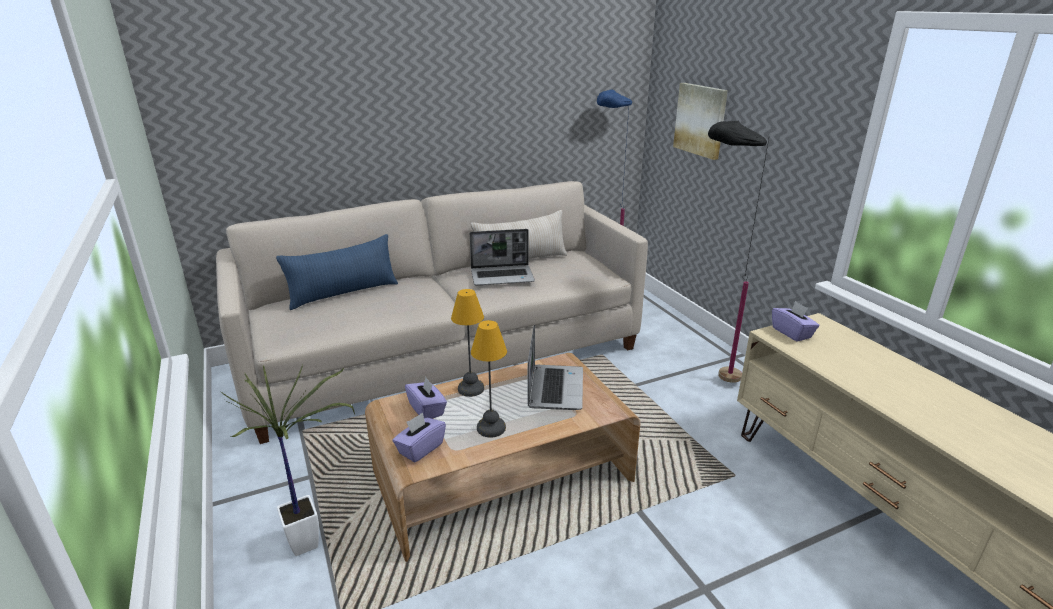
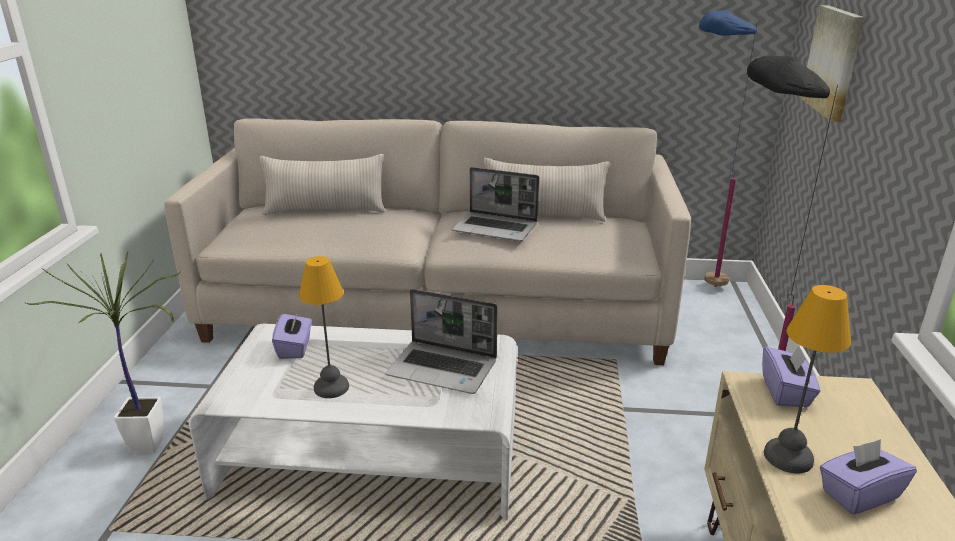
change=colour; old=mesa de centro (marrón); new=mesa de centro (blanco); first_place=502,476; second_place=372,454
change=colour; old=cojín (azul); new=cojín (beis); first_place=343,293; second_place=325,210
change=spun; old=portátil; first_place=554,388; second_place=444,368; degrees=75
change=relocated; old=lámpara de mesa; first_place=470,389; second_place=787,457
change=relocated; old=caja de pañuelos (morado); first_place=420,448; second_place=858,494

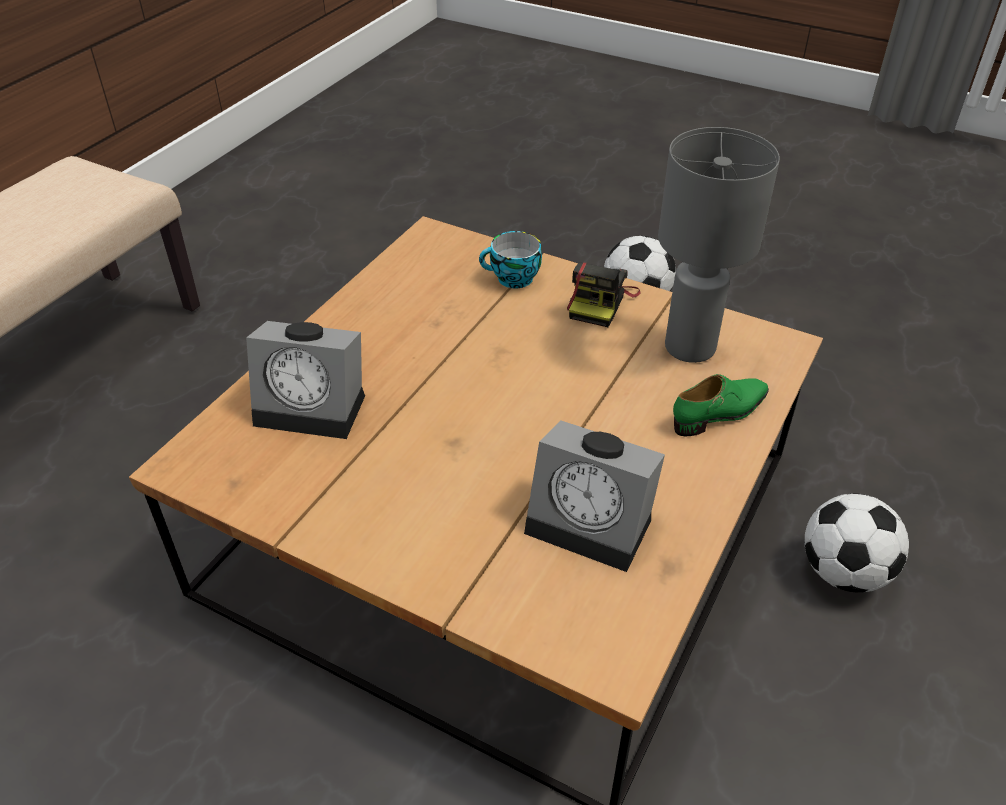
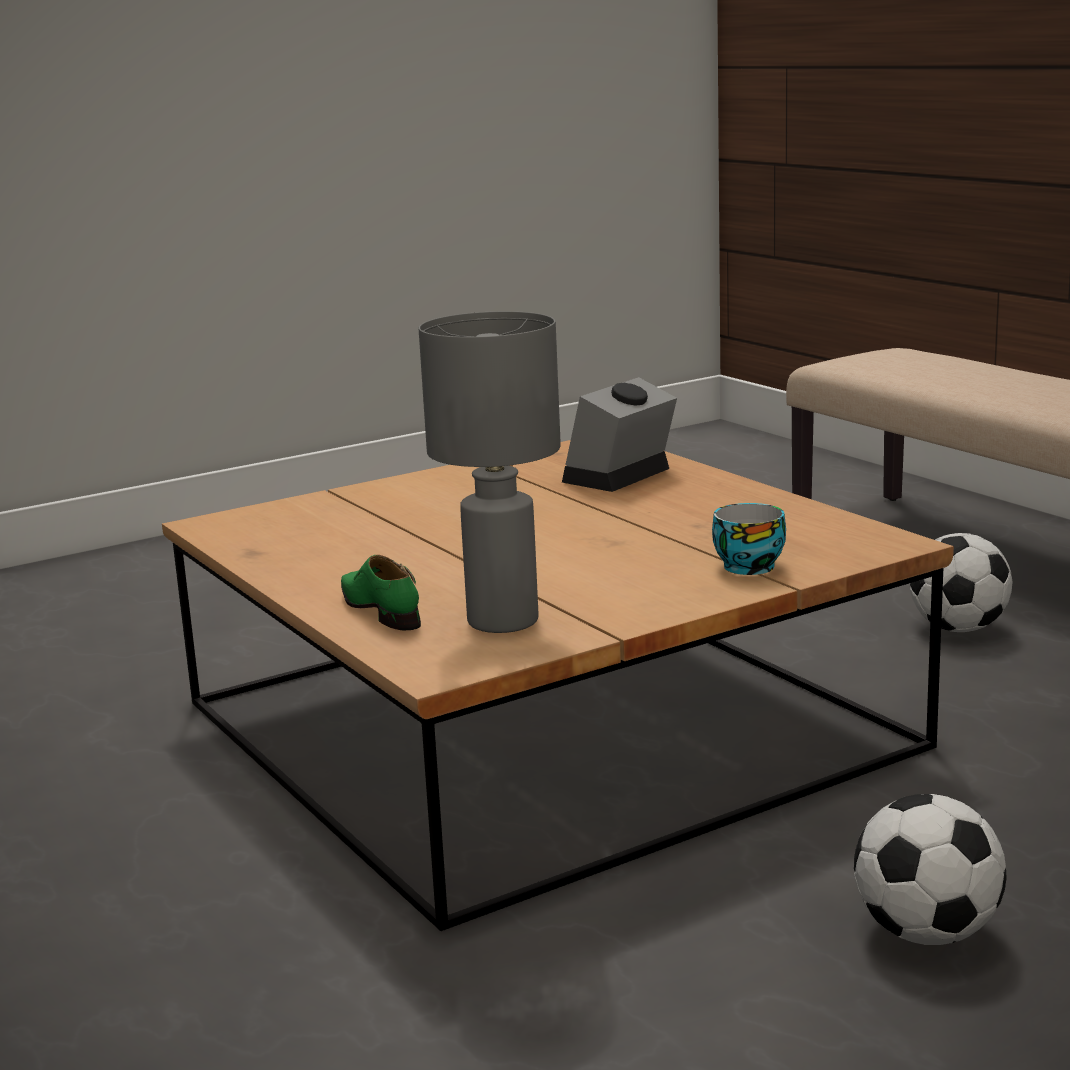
change=spun; old=zapato (verde); first_place=720,413; second_place=381,610; degrees=150
change=relocated; old=balón de fútbol; first_place=843,572; second_place=958,629
change=missing; old=despertador; first_place=594,523
change=missing; old=cámara; first_place=600,302

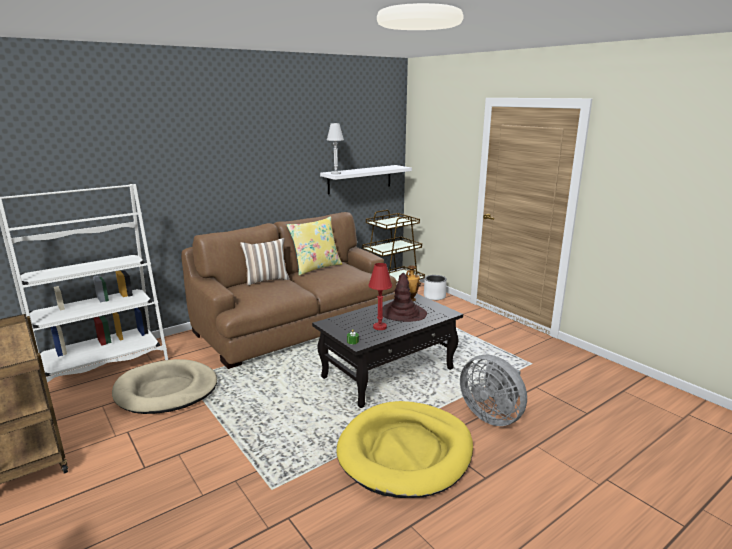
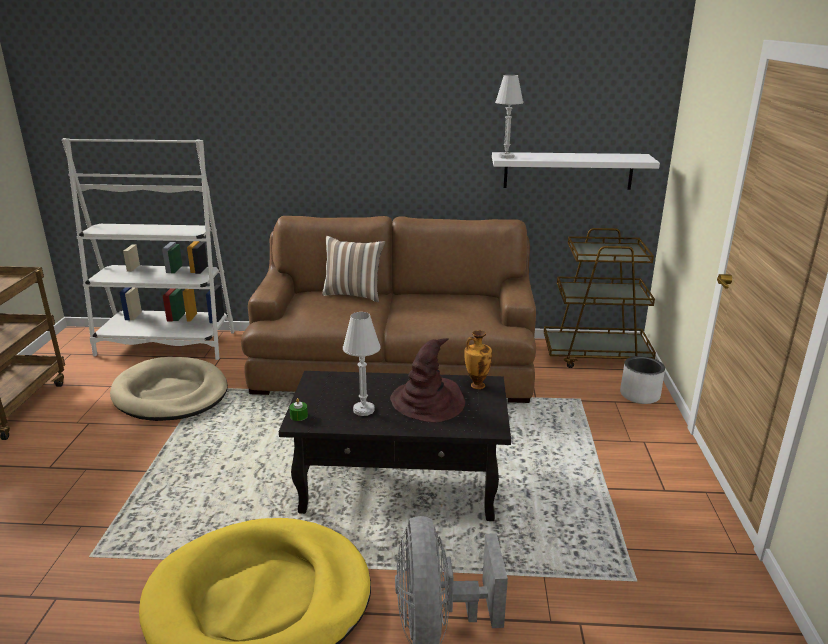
change=colour; old=lámpara de mesa (rojo); new=lámpara de mesa (blanco); first_place=379,327; second_place=363,410
change=missing; old=cojín (amarillo); first_place=316,267

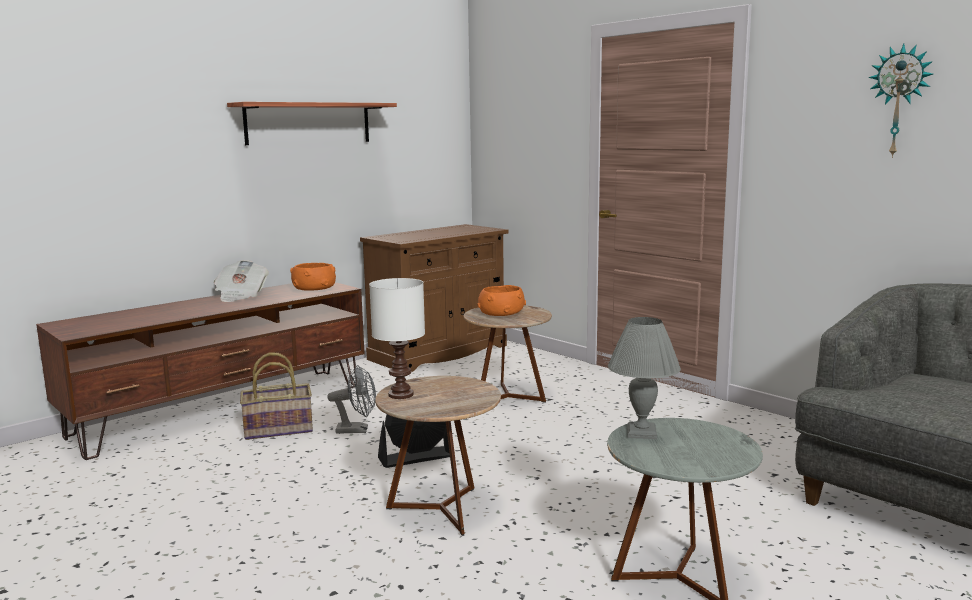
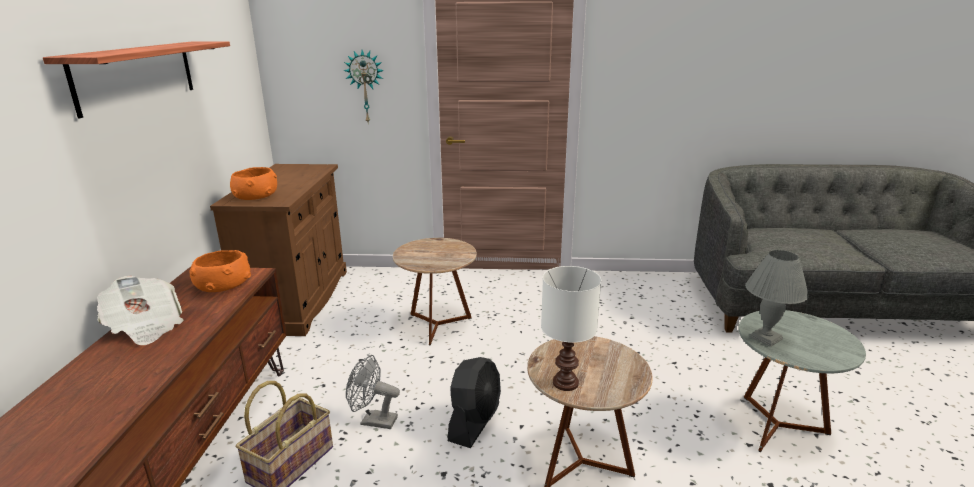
change=relocated; old=cuenco (naranja); first_place=501,314; second_place=256,196
change=relocated; old=reloj de pared; first_place=899,101; second_place=365,87
change=spun; old=ventilador (gris); first_place=357,430; second_place=373,421; degrees=-120

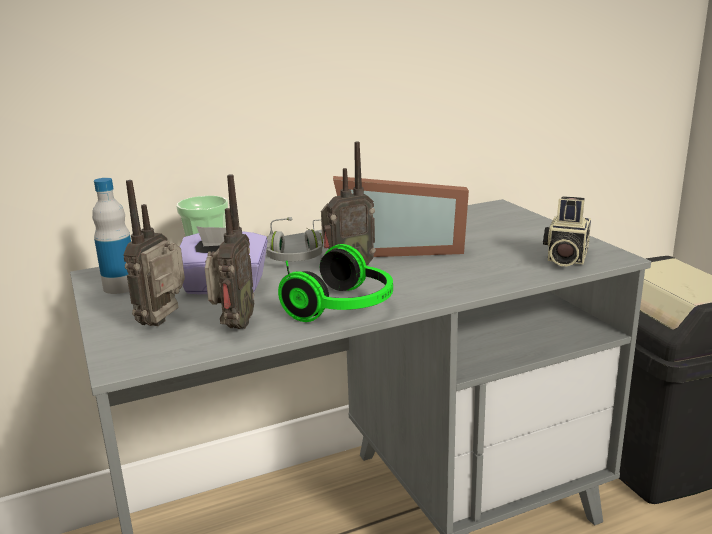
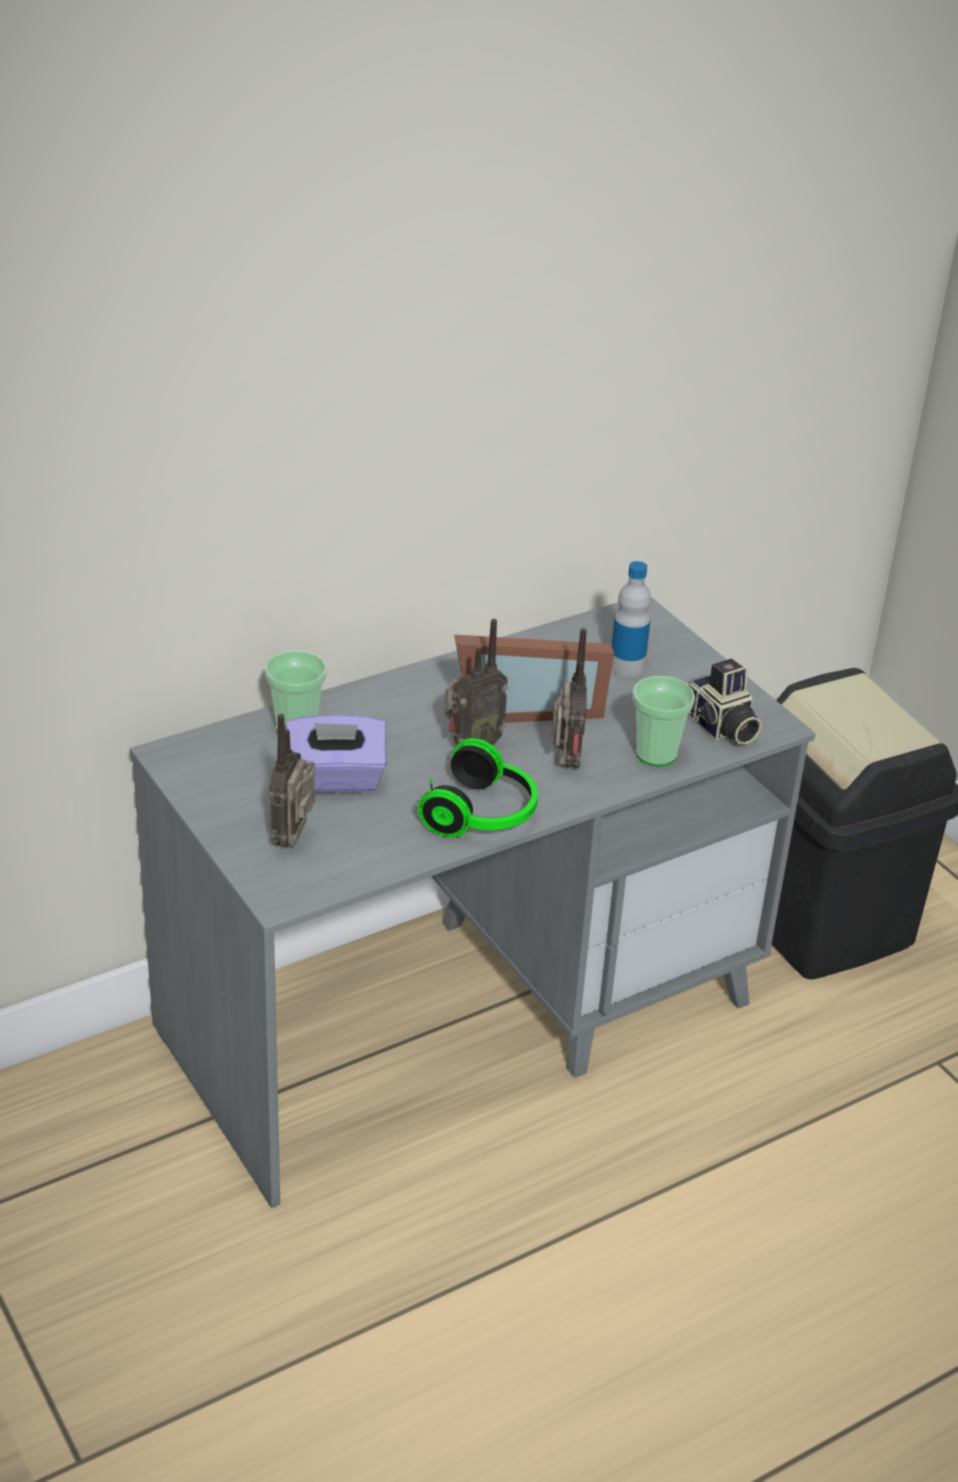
change=relocated; old=radio; first_place=233,327; second_place=564,763
change=relocated; old=botella; first_place=120,287; second_place=627,666
change=appeared; new=taza; second_place=656,754
change=spun; old=cámara; first_place=564,258; second_place=720,727; degrees=-45
change=missing; old=auriculares (gris); first_place=299,254

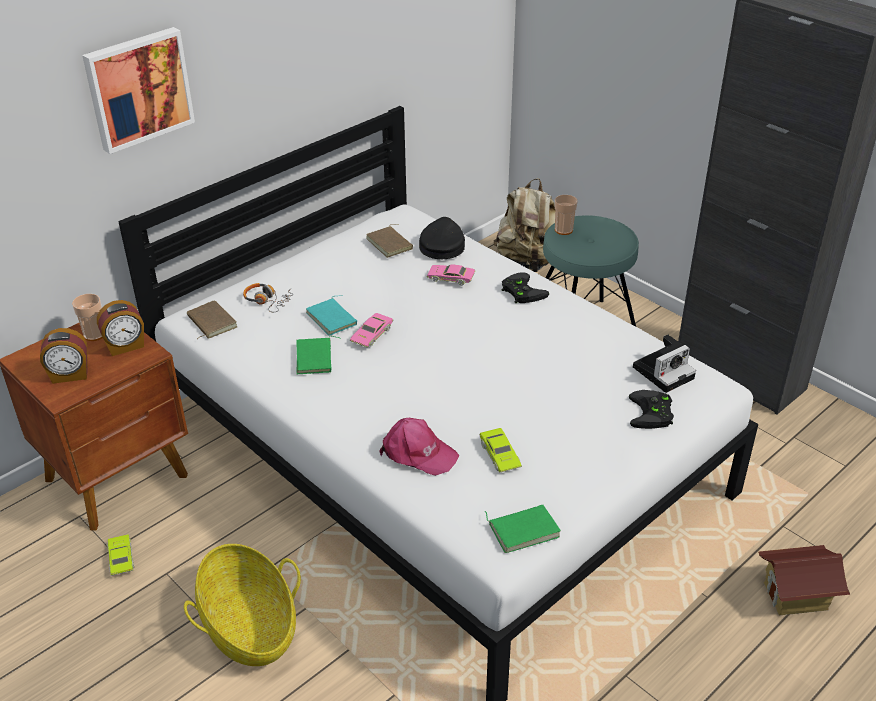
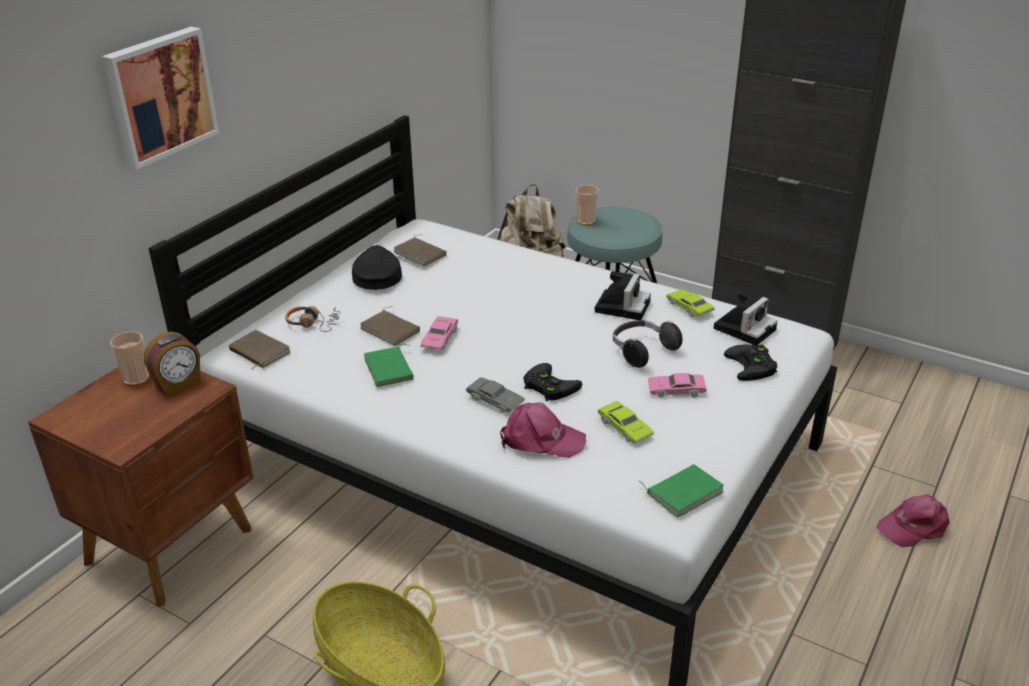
change=relocated; old=gorra (negro); first_place=442,245; second_place=376,276
change=colour; old=libro (turquesa); new=libro (marrón); first_place=333,319; second_place=391,330
change=appeared; new=coche de juguete (gris); second_place=495,400
change=relocated; old=mando de consola (negro); first_place=521,291; second_place=547,386
change=appeared; new=cámara; second_place=622,306
change=appeared; new=auriculares; second_place=642,351
change=relocated; old=coche de juguete (rosa); first_place=451,278; second_place=676,390
change=relocated; old=coche de juguete (verde); first_place=121,559; second_place=689,307
change=exchanged; old=casita; new=gorra (rosa); first_place=795,597; second_place=913,526
change=missing; old=despertador; first_place=70,375

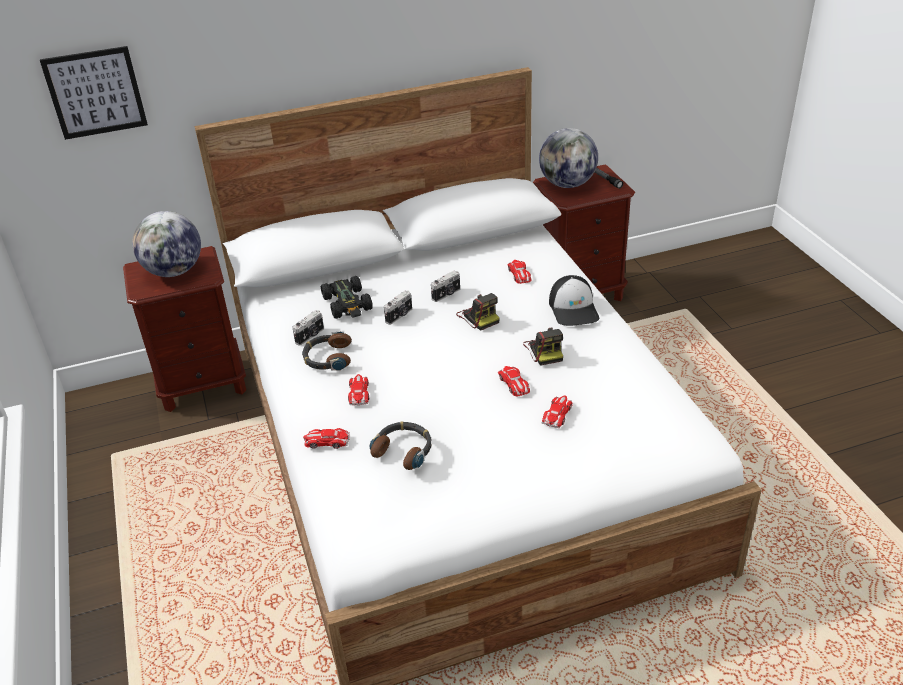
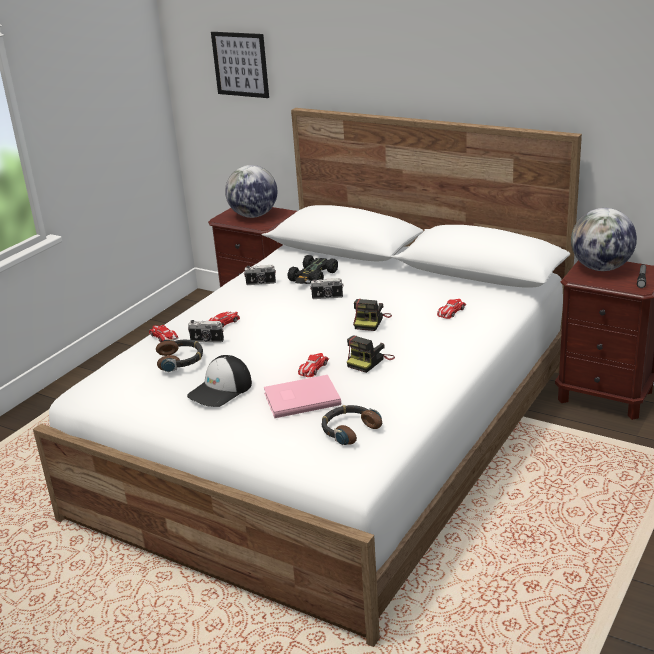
change=relocated; old=gorra; first_place=574,309; second_place=221,390
change=relocated; old=cámara; first_place=447,294; second_place=206,341
change=exchanged; old=coche de juguete; new=libro (rosa); first_place=557,414; second_place=300,398
change=relocated; old=auriculares; first_place=327,358; second_place=349,429

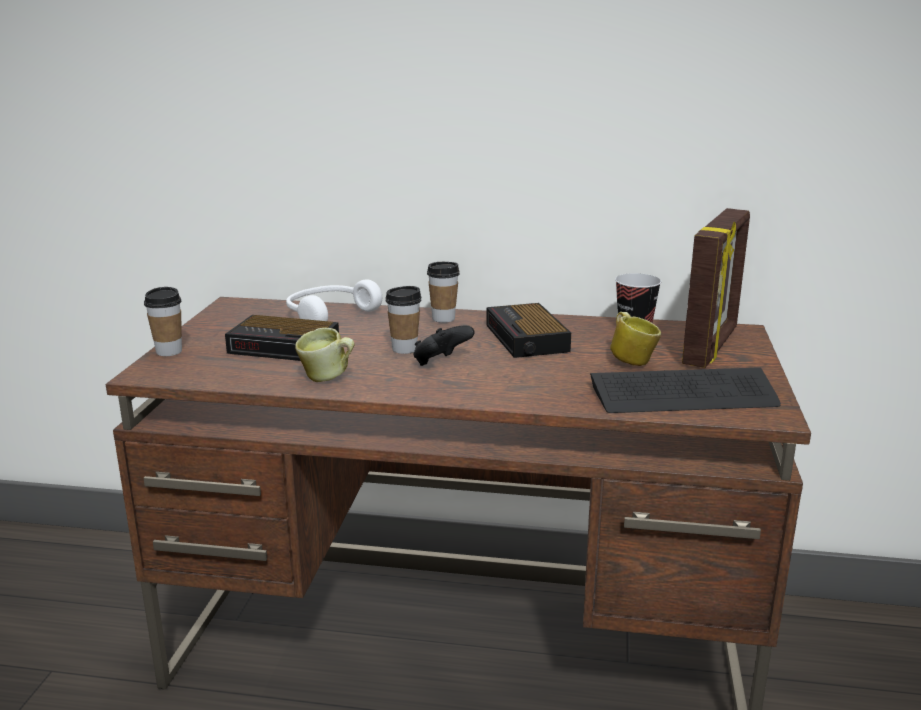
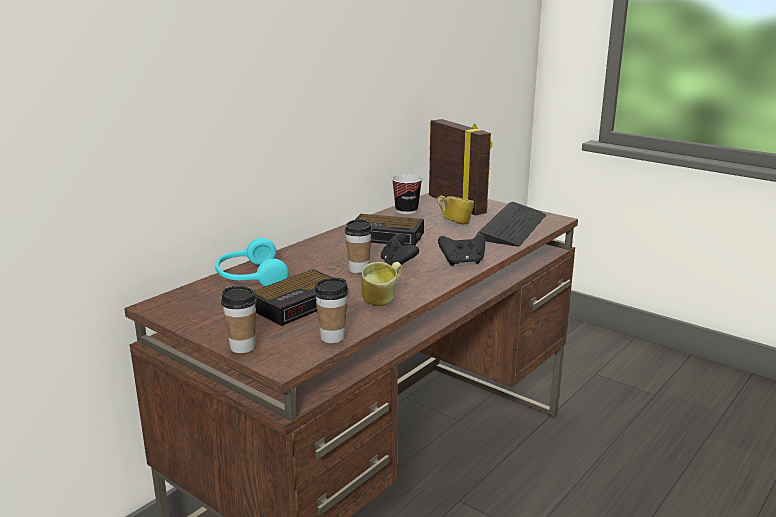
change=colour; old=auriculares (blanco); new=auriculares (turquesa); first_place=328,315; second_place=250,278
change=relocated; old=taza; first_place=443,319; second_place=332,337
change=appeared; new=mando de consola (negro); second_place=462,262

